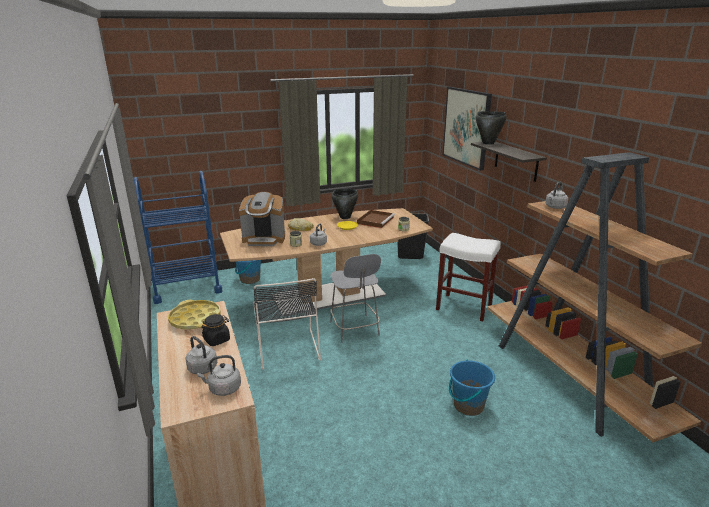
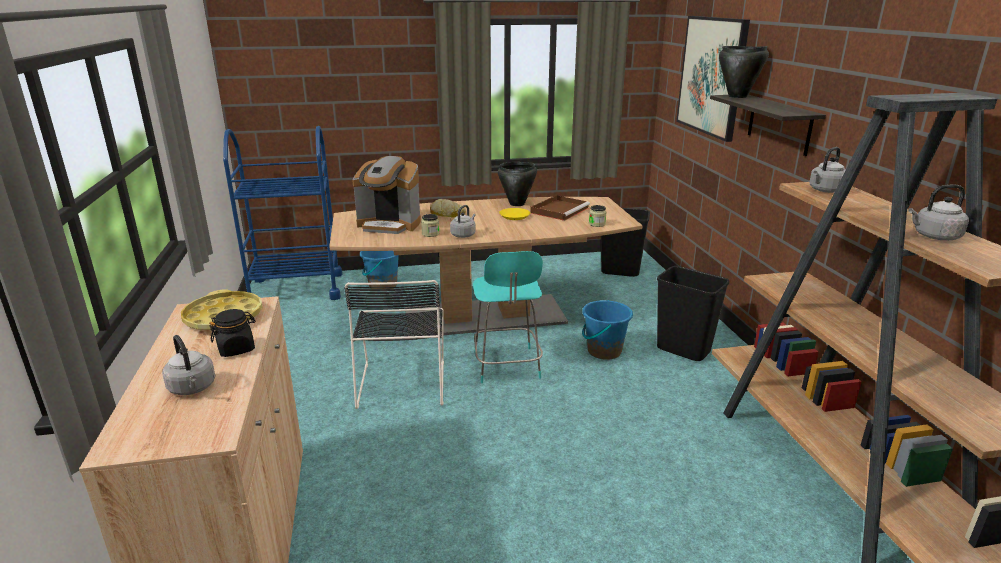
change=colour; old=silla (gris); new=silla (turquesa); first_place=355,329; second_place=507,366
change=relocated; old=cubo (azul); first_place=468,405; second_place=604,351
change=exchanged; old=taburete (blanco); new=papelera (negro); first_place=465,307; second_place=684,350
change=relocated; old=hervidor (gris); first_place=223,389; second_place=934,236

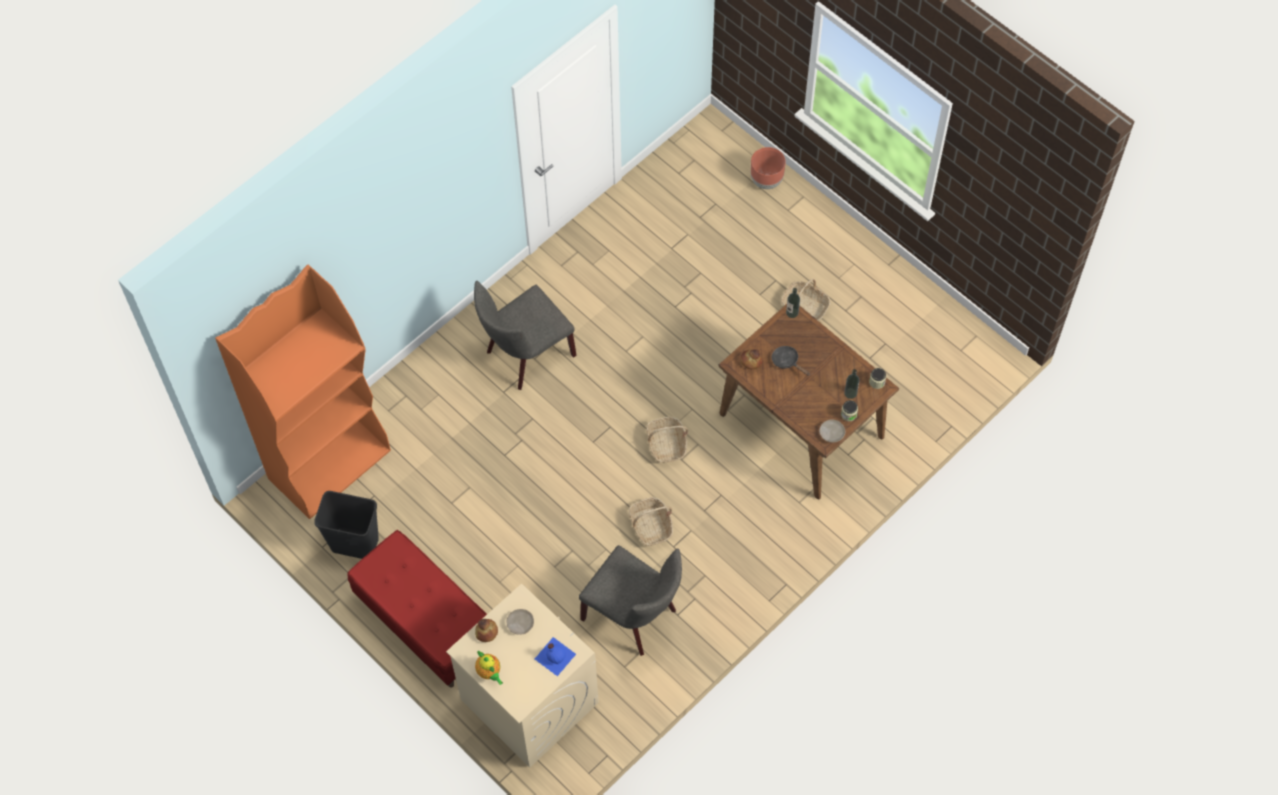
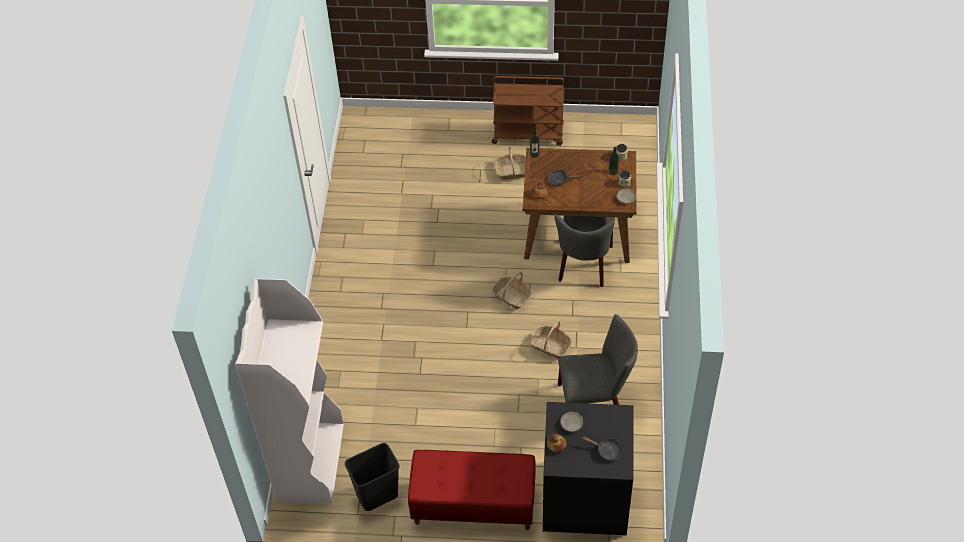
change=colour; old=estantería (naranja); new=estantería (blanco); first_place=330,463; second_place=310,462
change=appeared; new=carrito (marrón); second_place=528,134
change=colour; old=lavadora (beis); new=lavadora (negro); first_place=528,700; second_place=584,498
change=relocated; old=silla (gris); first_place=525,355; second_place=584,266
change=appeared; new=sartén (negro); second_place=606,451
change=missing; old=tetera; first_place=489,672
change=missing; old=botella (azul); first_place=555,655
change=missing; old=maceta (marrón); first_place=766,180

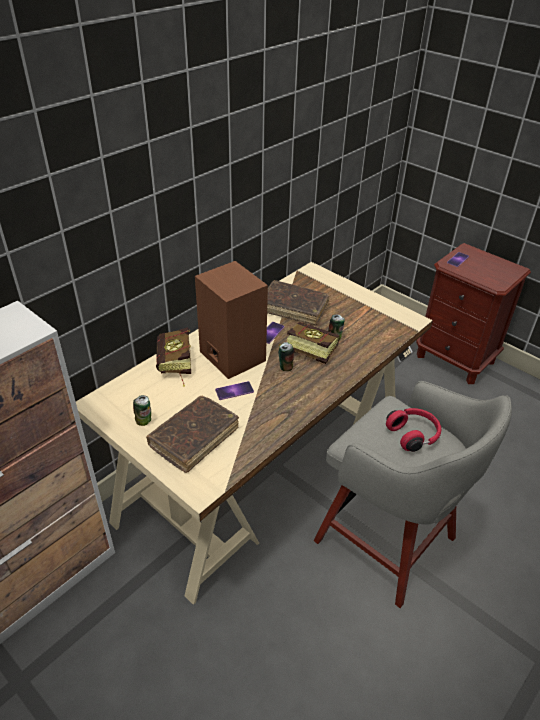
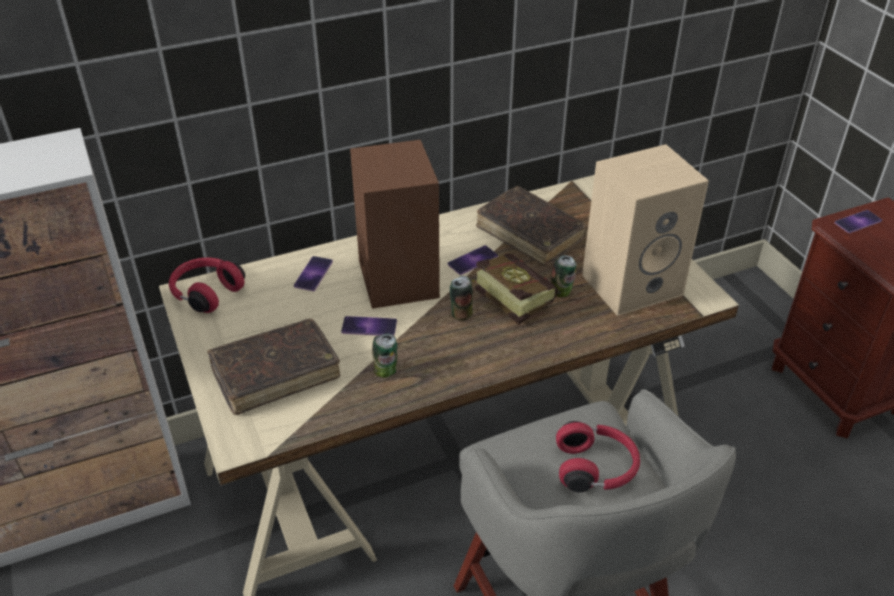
change=appeared; new=auriculares (rojo); second_place=206,293
change=exchanged; old=libro; new=móvil; first_place=175,367; second_place=313,274
change=relocated; old=lata; first_place=144,421; second_place=386,371
change=appeared; new=altavoz (beis); second_place=633,283

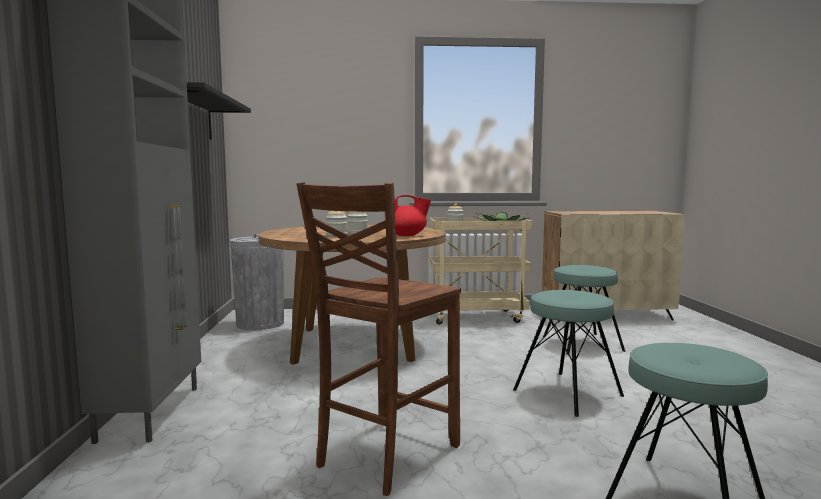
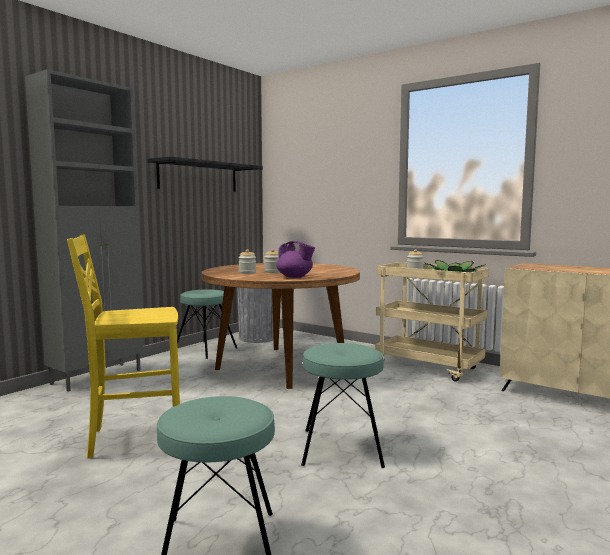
change=colour; old=silla (marrón); new=silla (amarillo); first_place=384,456; second_place=134,438
change=relocated; old=taburete (turquesa); first_place=582,343; second_place=205,350
change=colour; old=tetera (rojo); new=tetera (morado); first_place=407,235; second_place=295,277

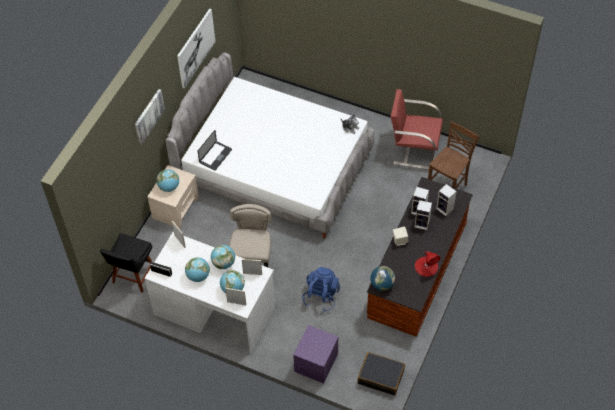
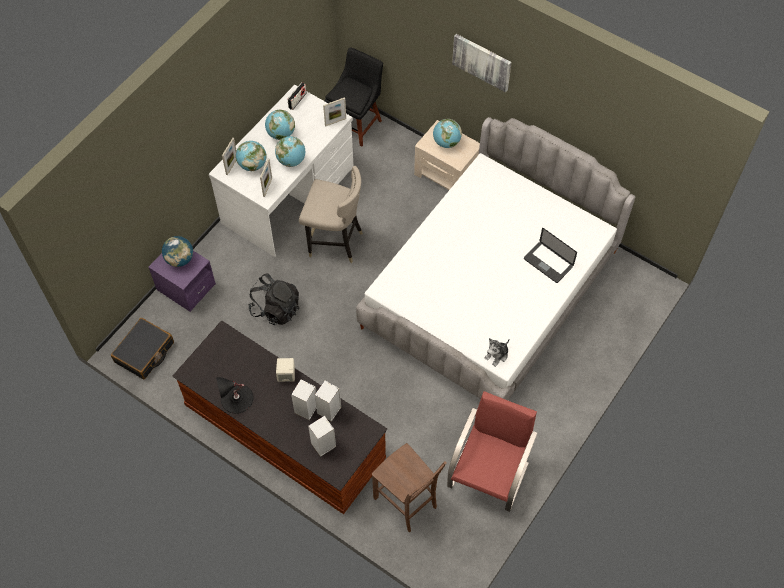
change=relocated; old=globo terráqueo; first_place=382,284; second_place=180,259
change=colour; old=lámpara de mesa (rojo); new=lámpara de mesa (negro); first_place=426,266; second_place=237,398
change=colour; old=mochila (azul); new=mochila (negro); first_place=321,296; second_place=276,309
change=spun; old=silla (negro); first_place=133,276; second_place=356,123; degrees=90
change=relocated; old=portátil; first_place=215,156; second_place=548,263
change=missing; old=cuadro; first_place=195,48

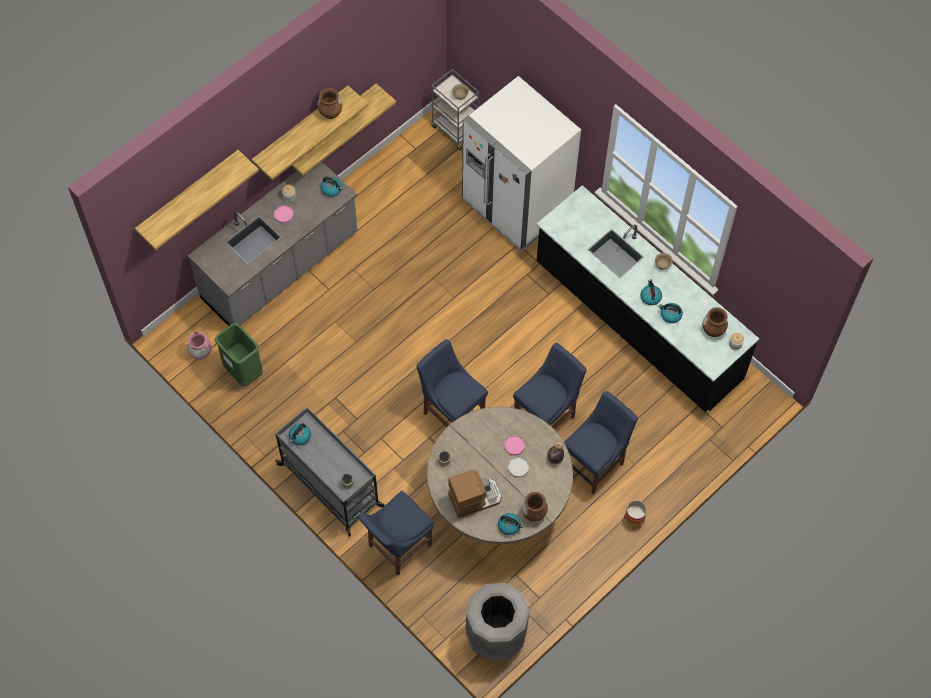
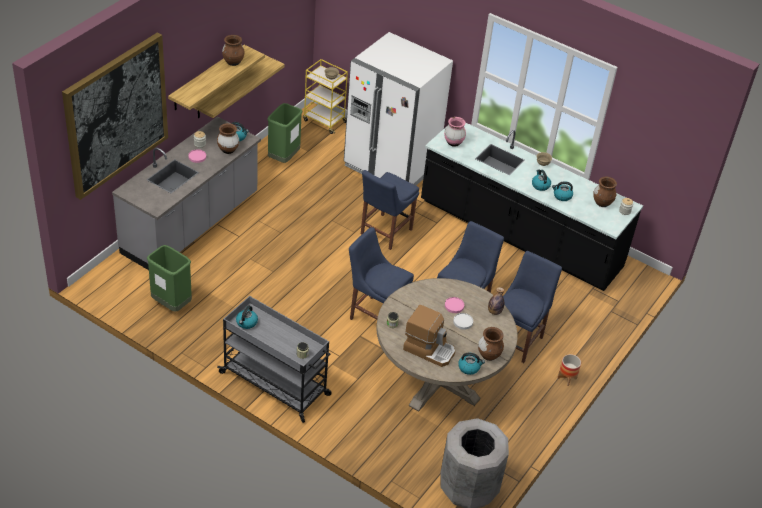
change=exchanged; old=estante; new=cuadro; first_place=188,195; second_place=116,115
change=appeared; new=florero (marrón); second_place=228,150
change=appeared; new=papelera (verde); second_place=284,158
change=colour; old=carrito (gris); new=carrito (amarillo); first_place=455,129; second_place=324,121
change=relocated; old=silla (azul); first_place=397,547; second_place=384,233
change=spun; old=cafetera; first_place=474,498; second_place=429,349; degrees=60
change=relocated; old=florero (rosa); first_place=200,353; second_place=453,143

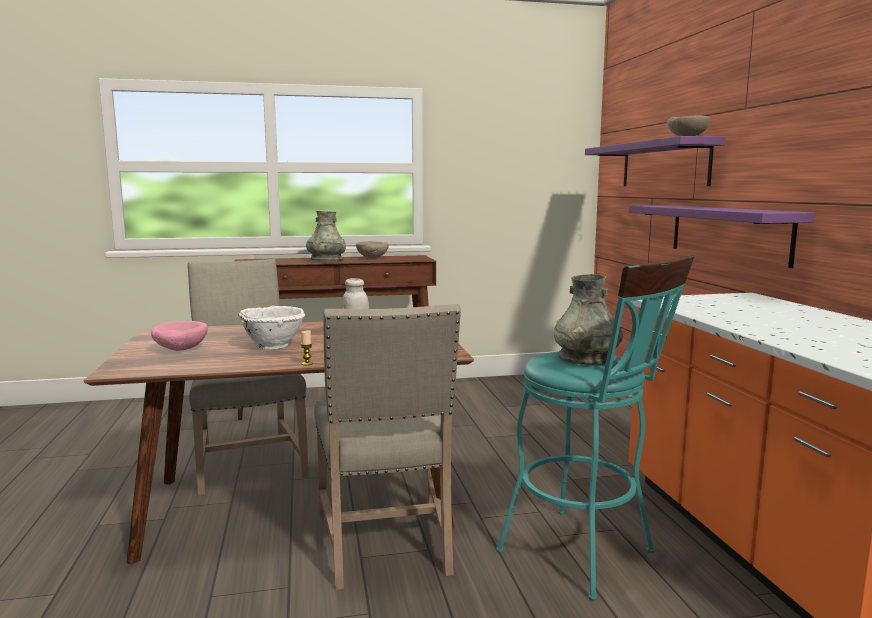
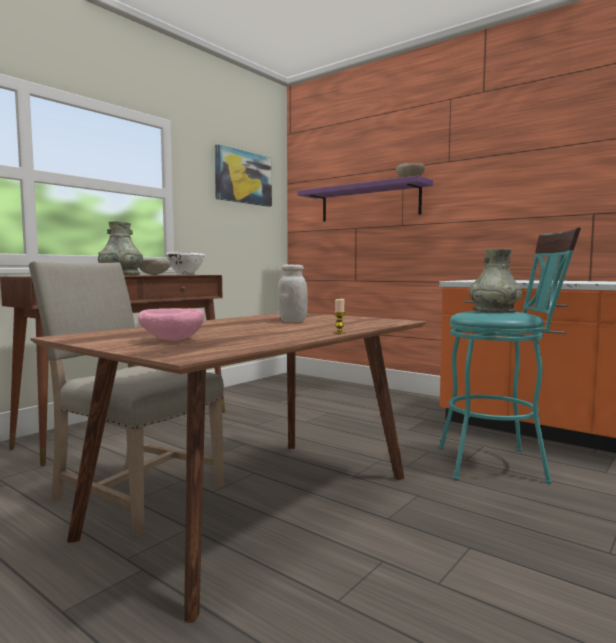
change=relocated; old=cuenco (blanco); first_place=274,345; second_place=185,274
change=appeared; new=cuadro; second_place=243,177
change=missing; old=silla (beis); first_place=386,543
change=missing; old=estante (morado); first_place=727,232

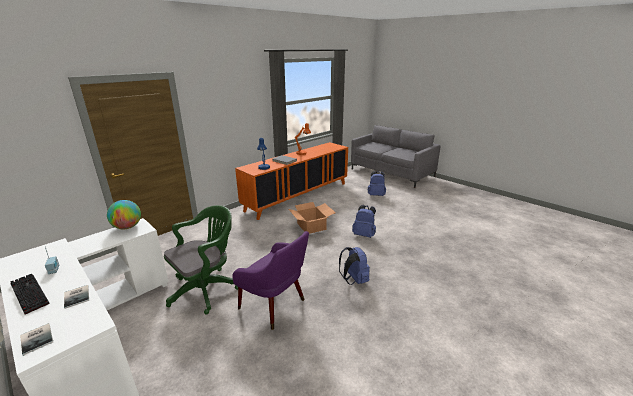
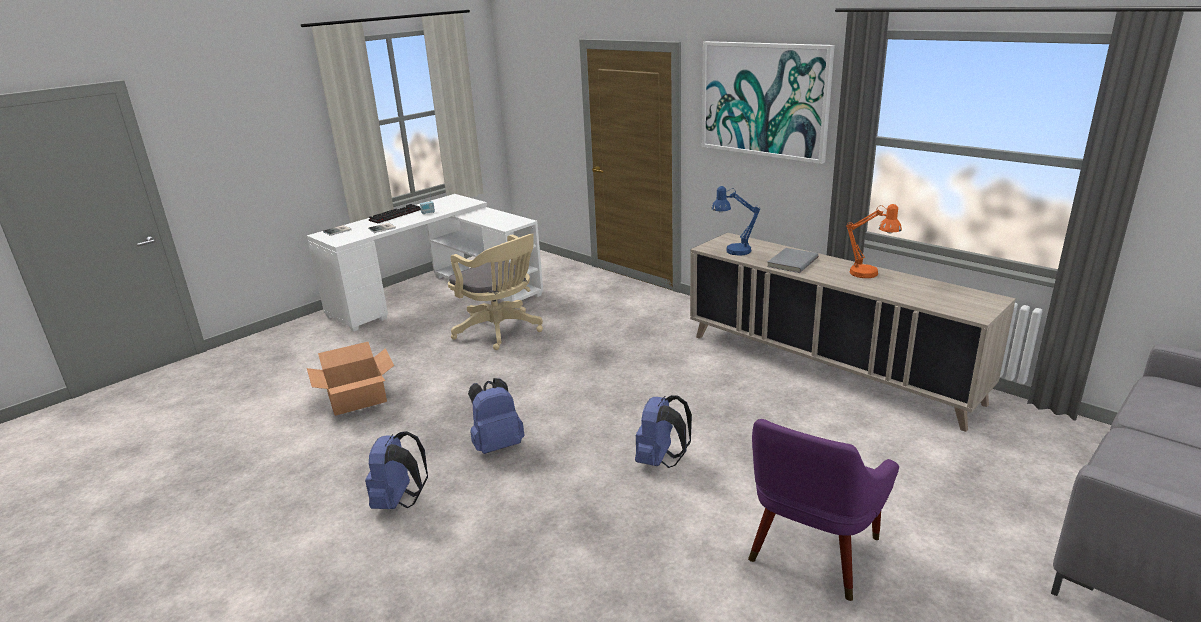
change=relocated; old=caja de cartón; first_place=311,226; second_place=357,398
change=relocated; old=mochila (azul); first_place=376,195; second_place=399,501
change=colour; old=silla de oficina (verde); new=silla de oficina (beis); first_place=207,289; second_place=501,331
change=colour; old=armario (naranja); new=armario (beis); first_place=298,196; second_place=827,367
change=appeared; new=cuadro; second_place=764,99
change=relocated; old=sillón (morado); first_place=275,306; second_place=810,555
change=missing; old=globo terráqueo; first_place=127,227

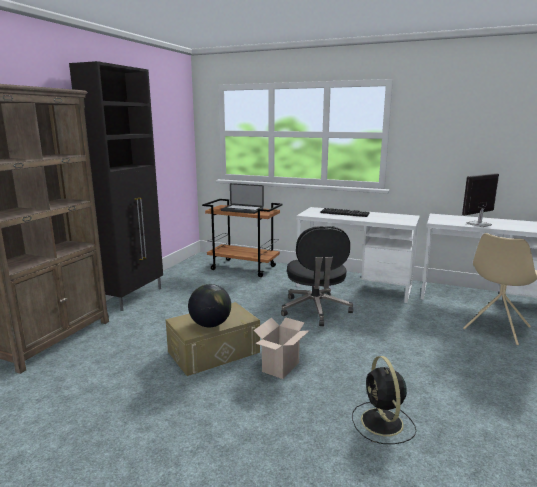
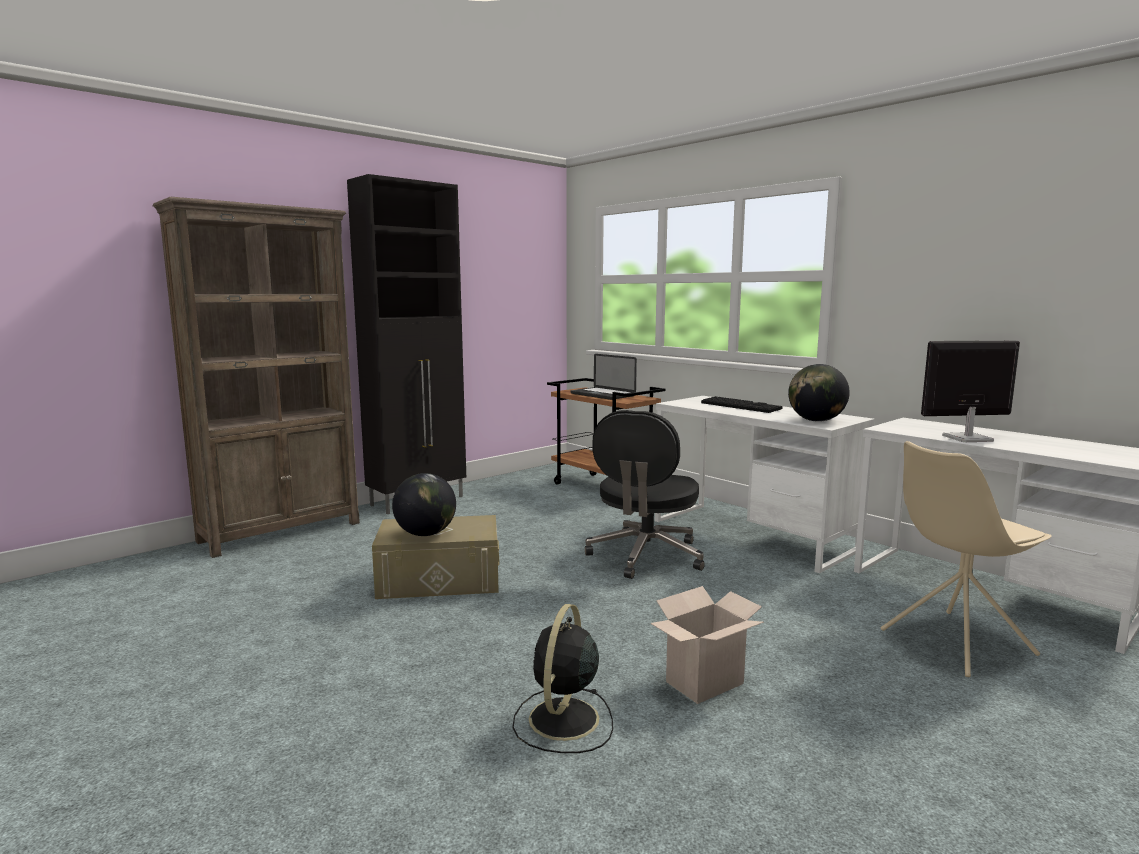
change=relocated; old=caja de cartón; first_place=281,368; second_place=704,684
change=appeared; new=globo terráqueo; second_place=816,421

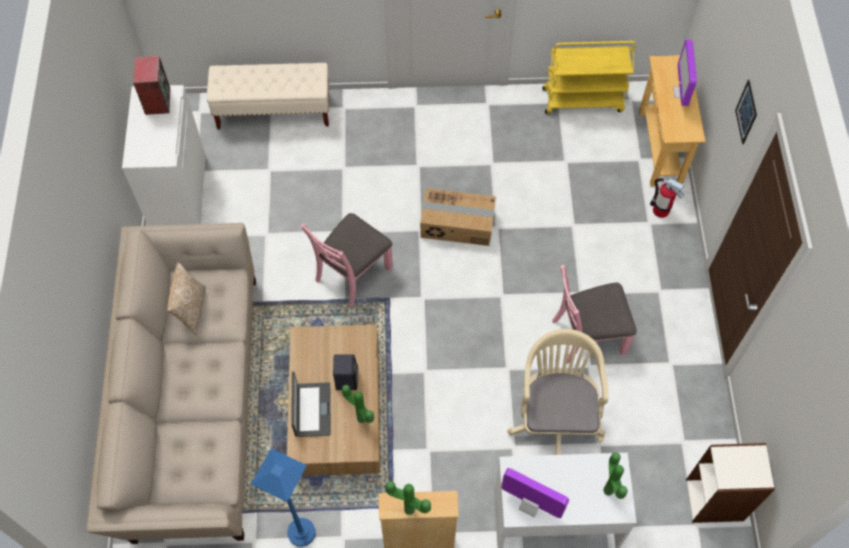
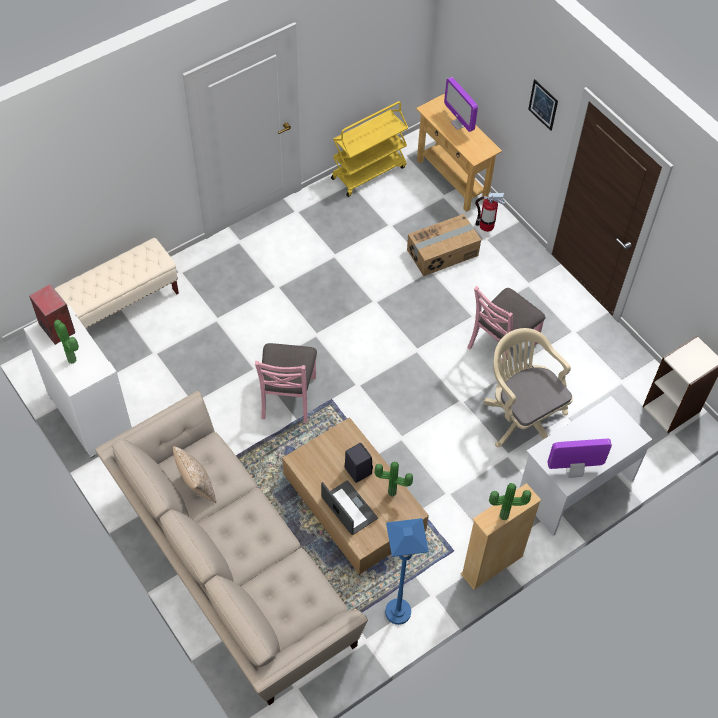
change=relocated; old=planta en maceta; first_place=610,490; second_place=73,359
change=relocated; old=caja de cartón; first_place=457,225; second_place=443,253

